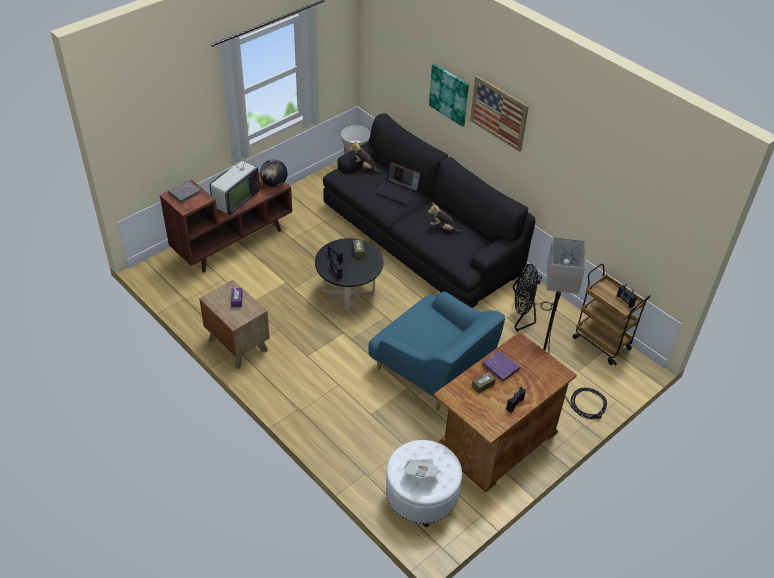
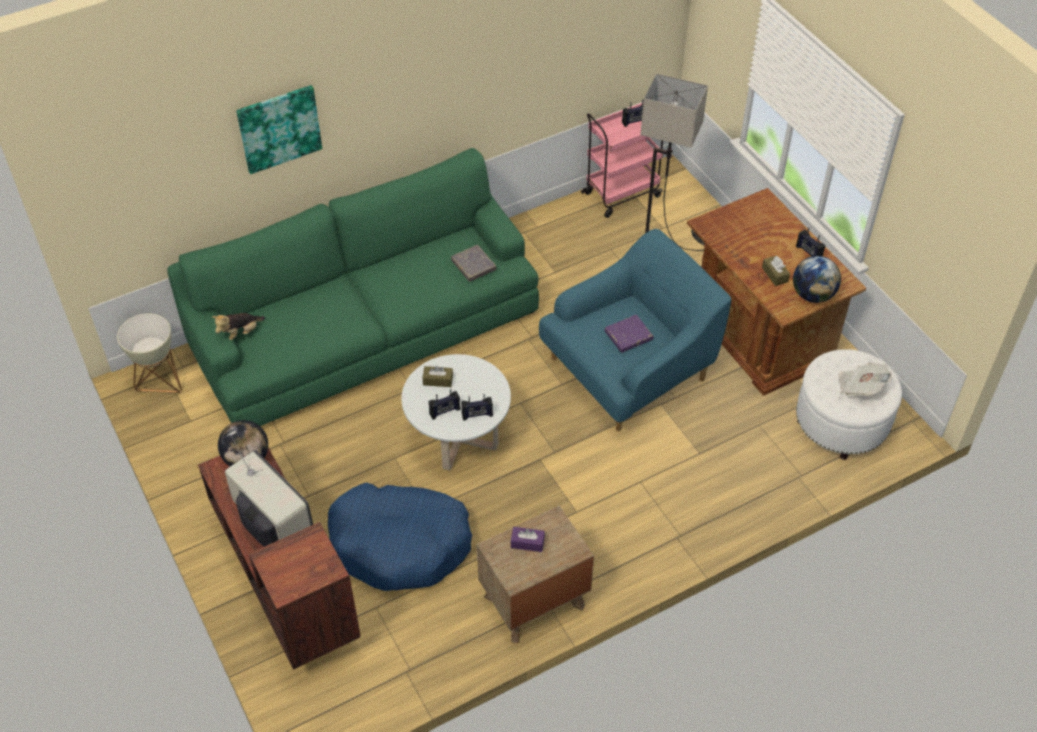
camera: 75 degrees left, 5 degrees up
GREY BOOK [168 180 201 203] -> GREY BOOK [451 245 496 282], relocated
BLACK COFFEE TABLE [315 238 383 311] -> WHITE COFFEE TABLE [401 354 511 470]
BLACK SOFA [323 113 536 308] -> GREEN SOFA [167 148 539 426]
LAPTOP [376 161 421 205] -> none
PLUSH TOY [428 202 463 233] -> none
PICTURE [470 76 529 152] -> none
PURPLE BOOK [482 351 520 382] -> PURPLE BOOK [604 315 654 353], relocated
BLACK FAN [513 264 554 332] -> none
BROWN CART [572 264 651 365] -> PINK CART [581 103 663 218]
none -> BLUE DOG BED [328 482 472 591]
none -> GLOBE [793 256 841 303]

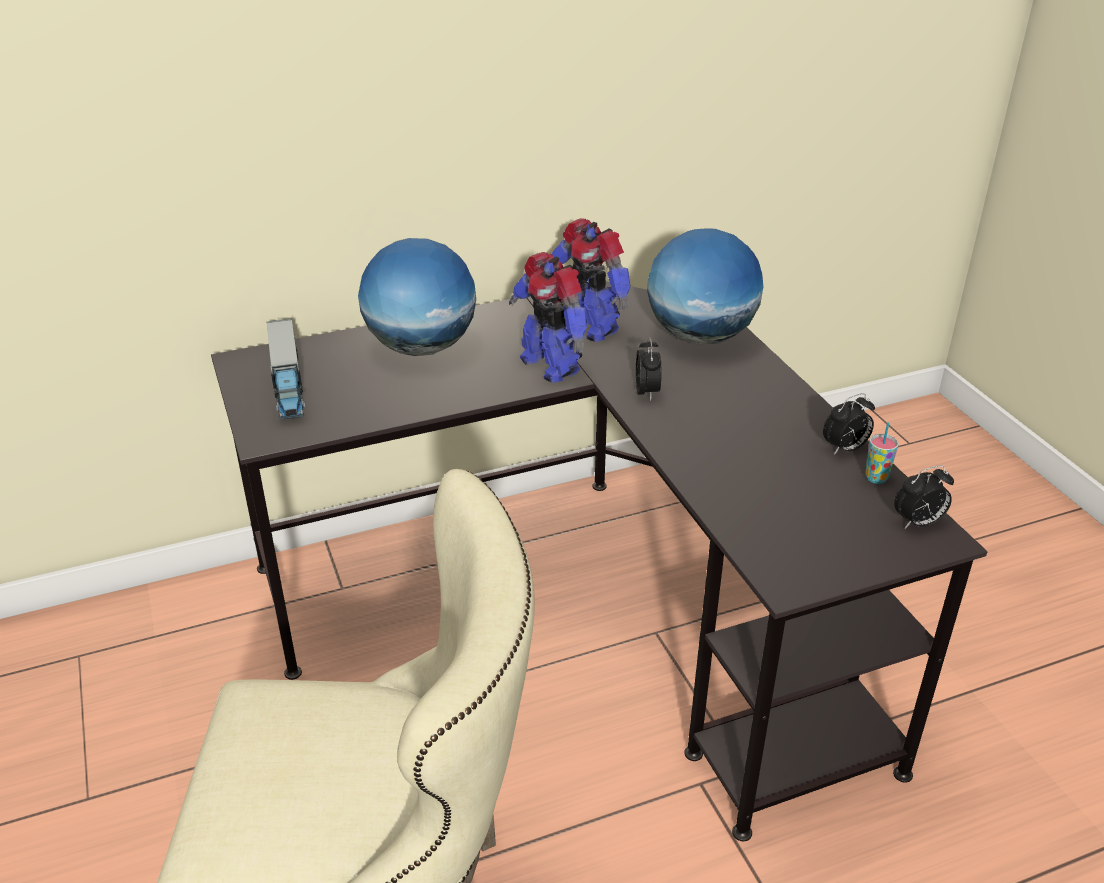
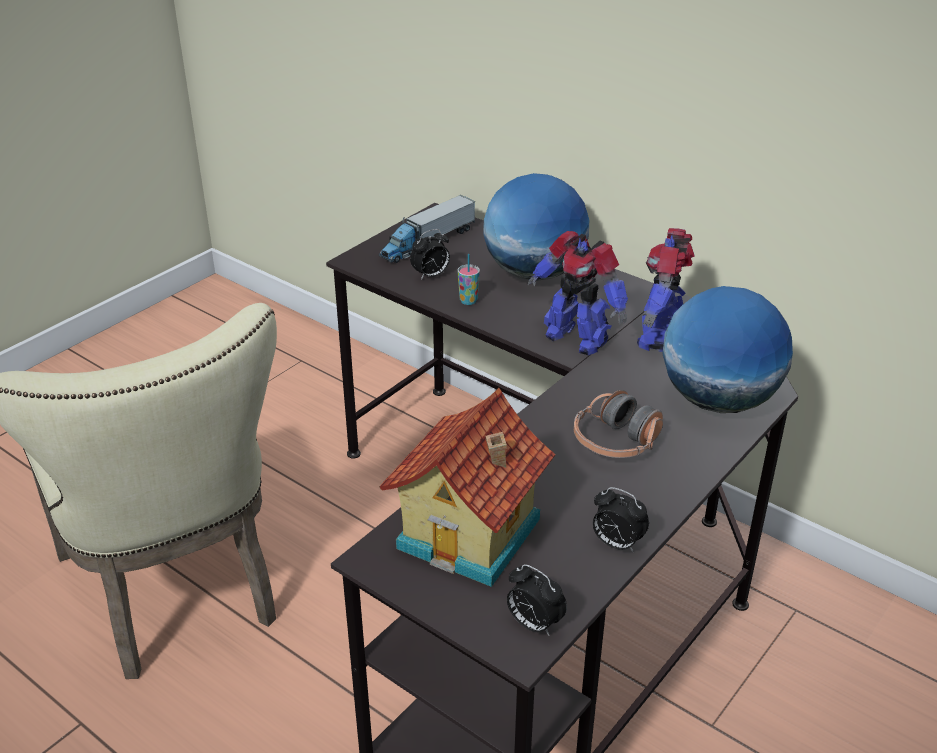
camera: 60 degrees right, 0 degrees up
TOY ROBOT [509 252 587 383] -> TOY ROBOT [528 231 628 355], 75 degrees counterclockwise
ALARM CLOCK [636 337 661 401] -> ALARM CLOCK [410 229 450 280], relocated
CUP [865 422 899 484] -> CUP [457 254 480 305], relocated
none -> TOY HOUSE [379 388 555 587]
none -> HEADPHONES [574 390 663 458]

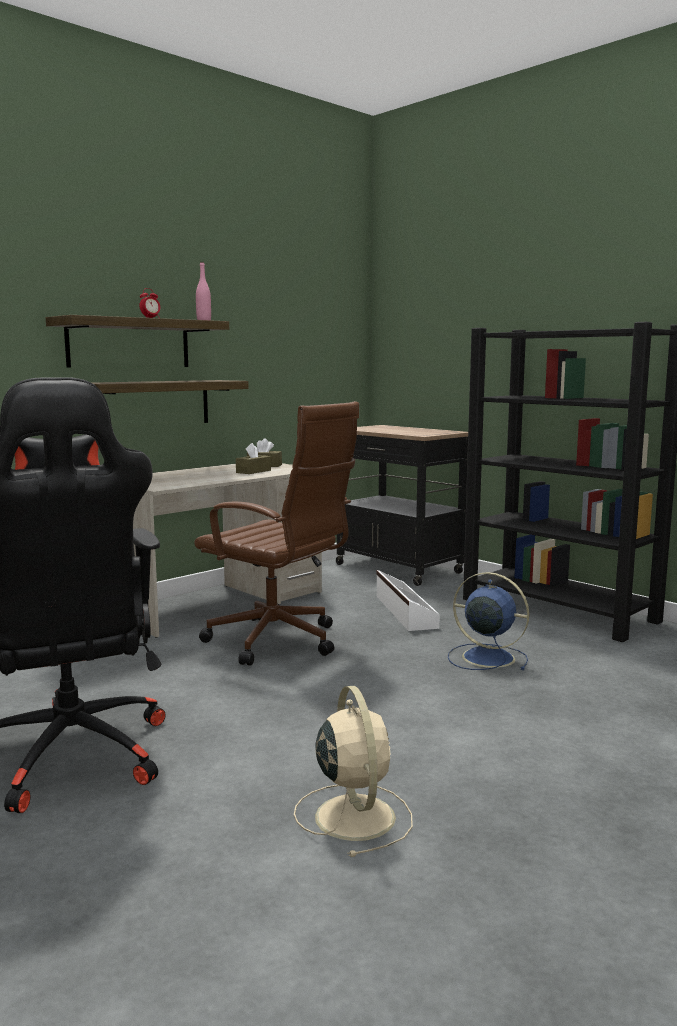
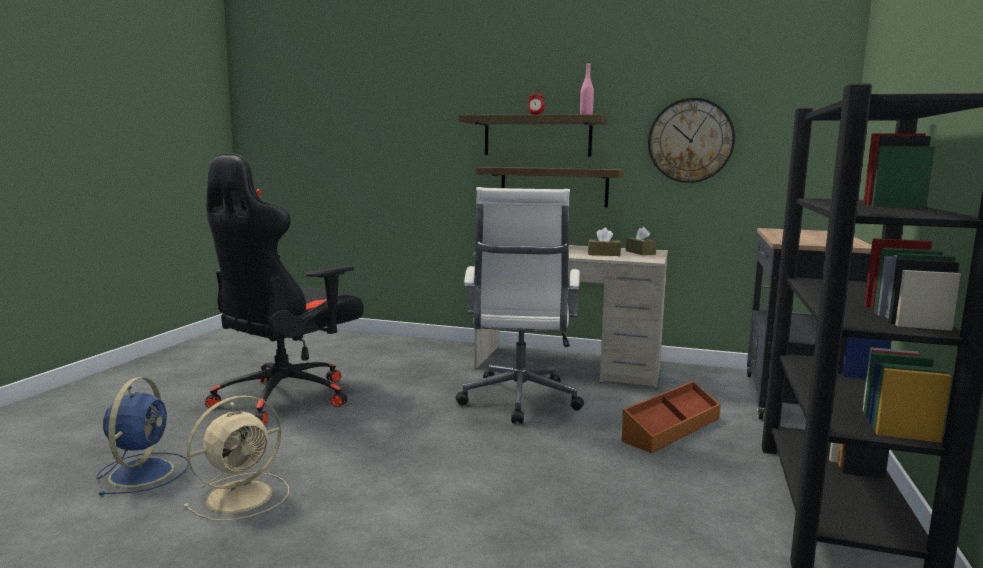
camera: 60 degrees right, 0 degrees up
BROWN OFFICE CHAIR [194 401 359 666] -> WHITE OFFICE CHAIR [455 187 584 424]
WHITE STORAGE BOX [376 570 440 631] -> BROWN STORAGE BOX [621 381 721 453]
BLUE FAN [448 572 529 670] -> BLUE FAN [96 377 189 495], relocated
none -> WALL CLOCK [648 98 735 183]

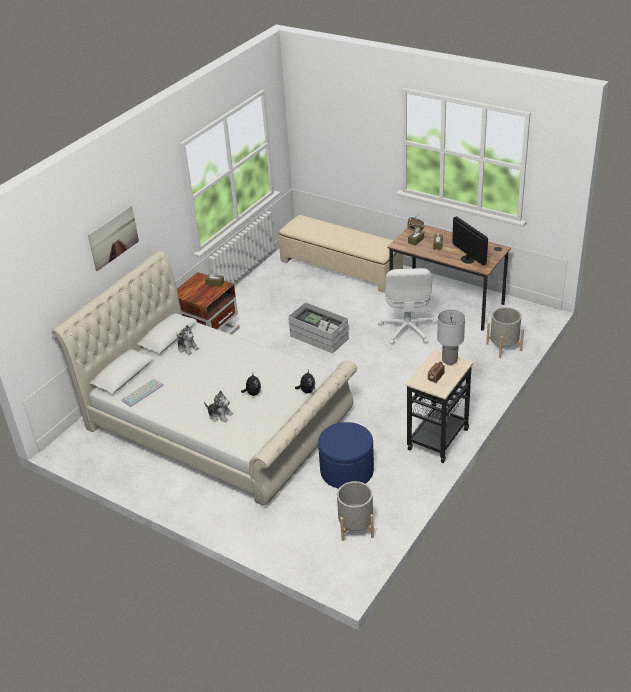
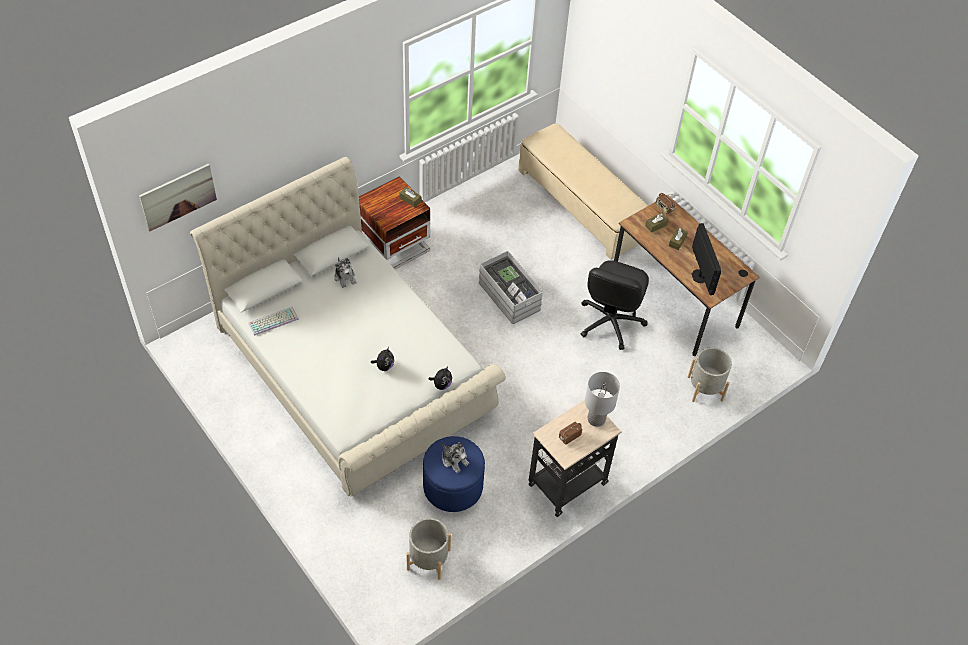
camera: 15 degrees right, 15 degrees up
PICTURE [88 205 139 271] -> PICTURE [139 163 217 231], relocated
PLUSH TOY [204 391 233 422] -> PLUSH TOY [441 441 469 473], relocated
WHITE OFFICE CHAIR [378 268 436 345] -> BLACK OFFICE CHAIR [581 260 649 350]

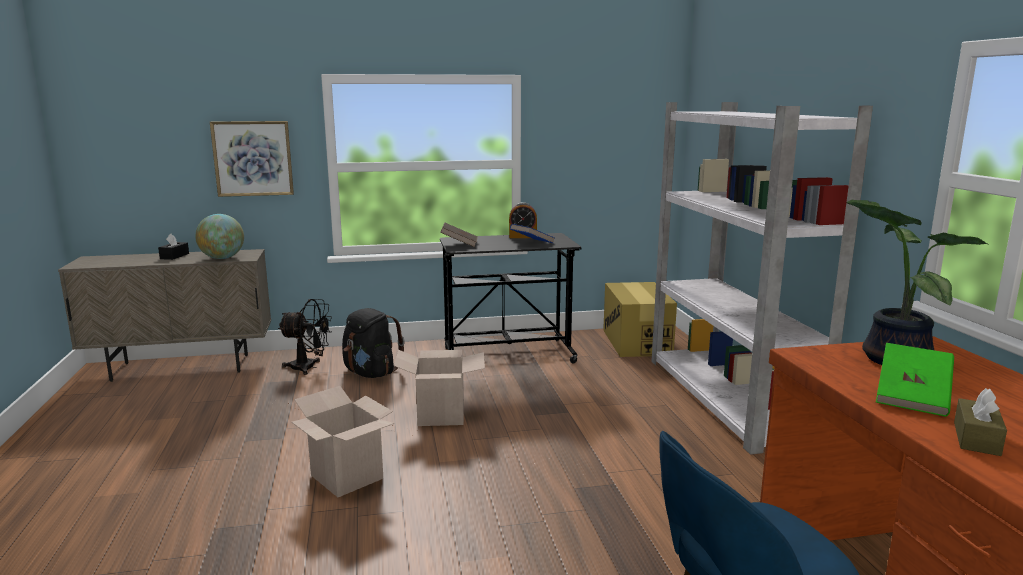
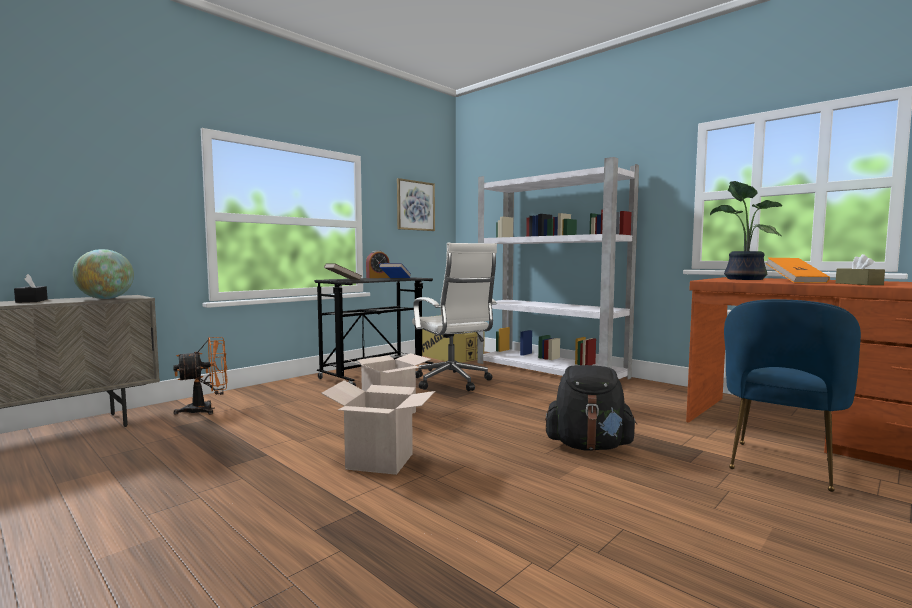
camera: 35 degrees left, 10 degrees down
PICTURE [210 121 294 197] -> PICTURE [397 178 435 231], relocated
BLACK FAN [278 299 332 375] -> ORANGE FAN [173 337 228 415]
BLACK BACKPACK [342 308 405 378] -> BLACK BACKPACK [545 365 637 451], relocated
GREEN BOOK [876 343 954 417] -> ORANGE BOOK [765 258 830 283]
none -> WHITE OFFICE CHAIR [412 242 497 391]

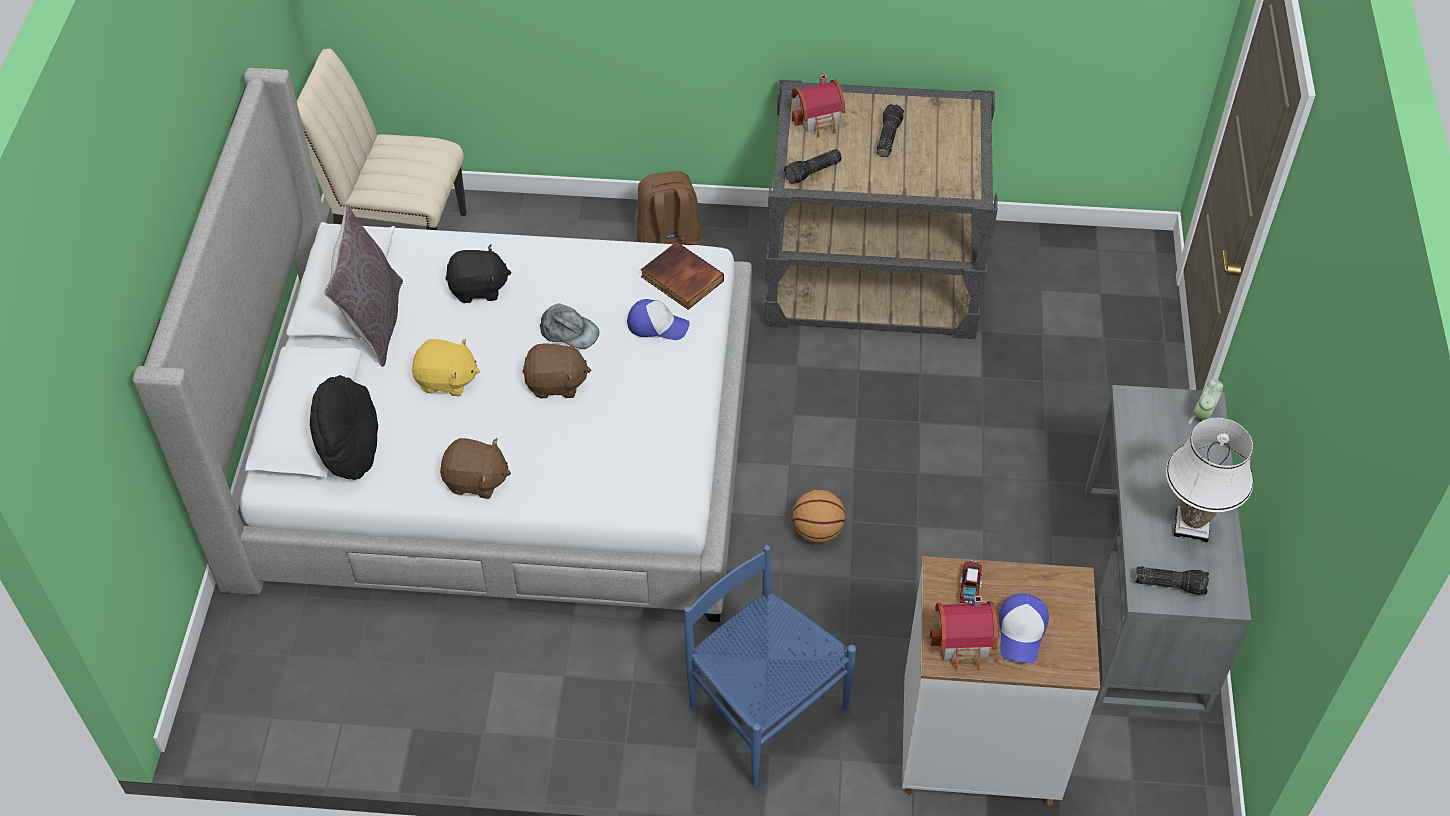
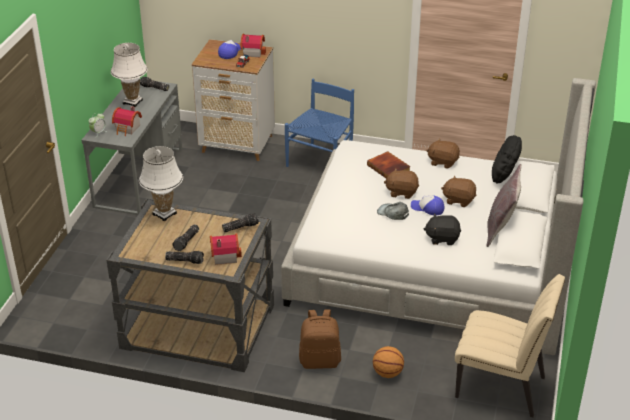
camera: 170 degrees left, 15 degrees down
YELLOW PLUSH TOY [412 338 480 396] -> BROWN PLUSH TOY [441 175 476 207]
CAP [627 299 690 340] -> CAP [411 195 445 216], relocated
BOOK [641 242 724 310] -> BOOK [367 151 410 179], relocated
BLUE CHAIR [684 545 856 786] -> BLUE CHAIR [285 79 354 167], 120 degrees counterclockwise
BASKETBALL [792 489 846 543] -> BASKETBALL [373 346 404 378], relocated
none -> TOY HOUSE [112 106 142 136]
none -> WHITE TABLE LAMP [139 146 183 222]
none -> FLASHLIGHT [165 251 204 264]

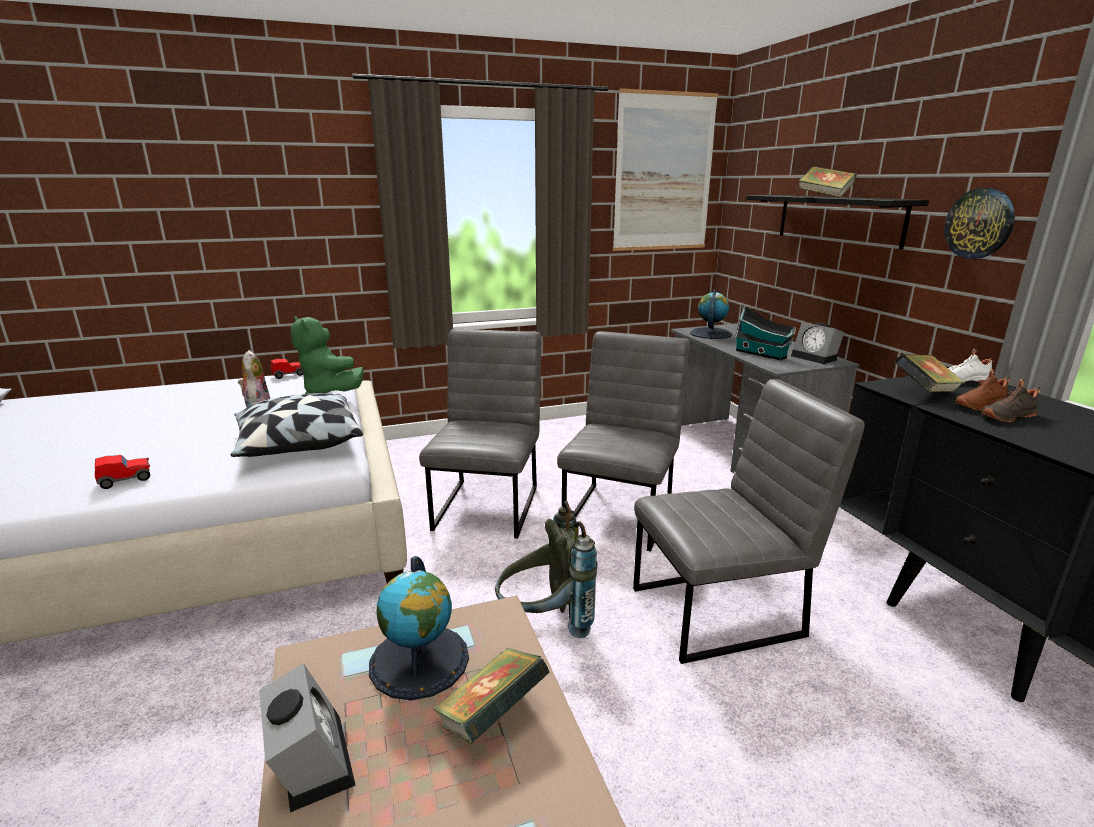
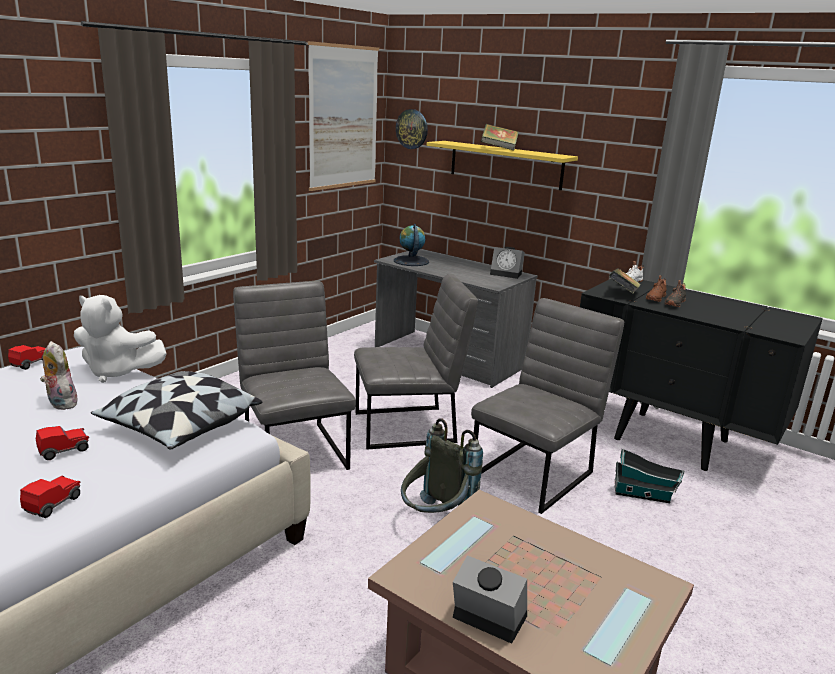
camera: 35 degrees left, 0 degrees up
GREEN PLUSH TOY [291 316 364 394] -> WHITE PLUSH TOY [74 295 167 383]
GLOBE [369 556 469 700] -> none
BOOK [433 648 549 744] -> none
GREY CHAIR [557 331 690 552] -> GREY CHAIR [354 274 478 449], 90 degrees clockwise
TOY HOUSE [735 306 796 361] -> TOY HOUSE [614 448 685 503], relocated
BLACK SHELF [746 195 929 250] -> YELLOW SHELF [427 141 578 190]
WALL CLOCK [944 188 1015 259] -> WALL CLOCK [396 109 428 149], relocated
none -> TOY CAR [36 426 89 460]

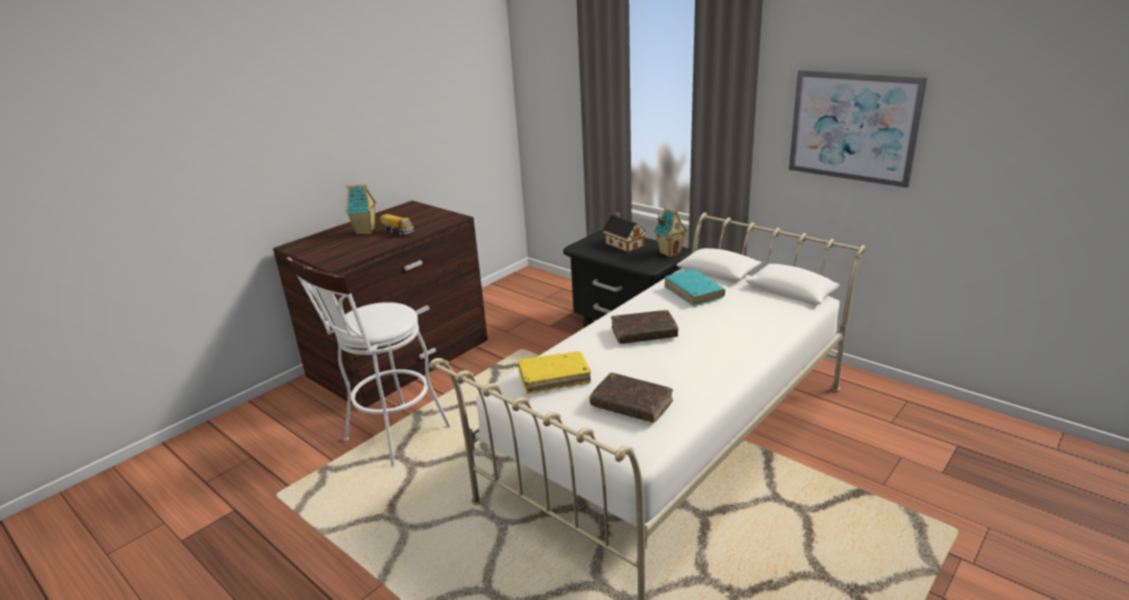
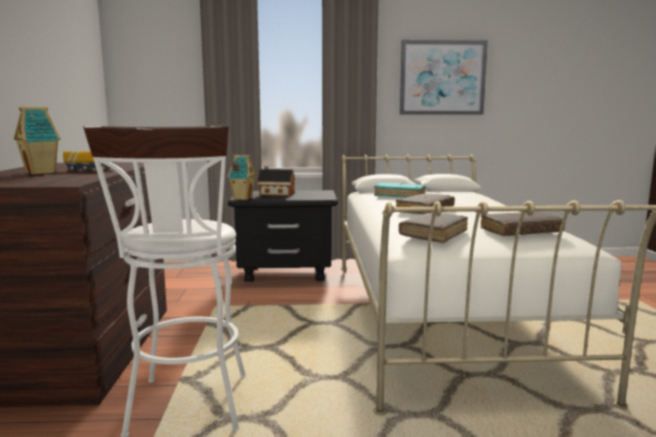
camera: 45 degrees left, 15 degrees down
YELLOW BOOK [518 351 591 394] -> BROWN BOOK [399 213 468 243]
TOY HOUSE [653 207 688 257] -> TOY HOUSE [227 155 257 200], relocated

